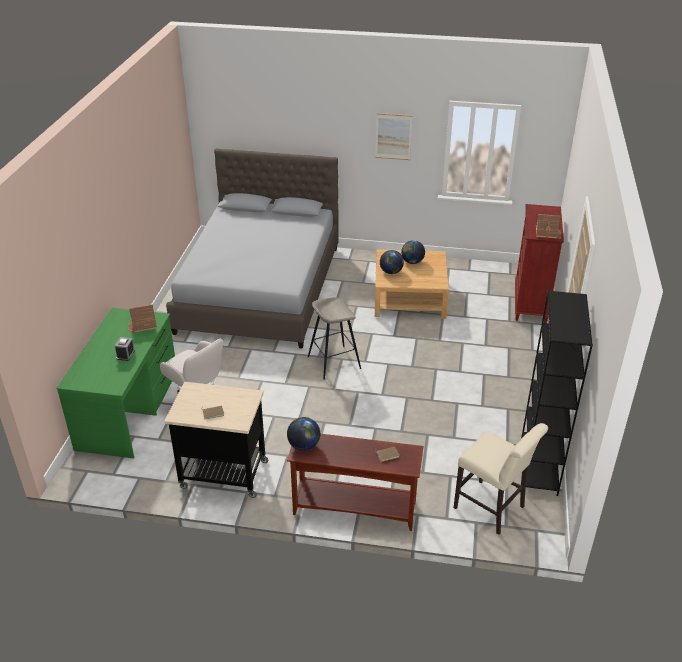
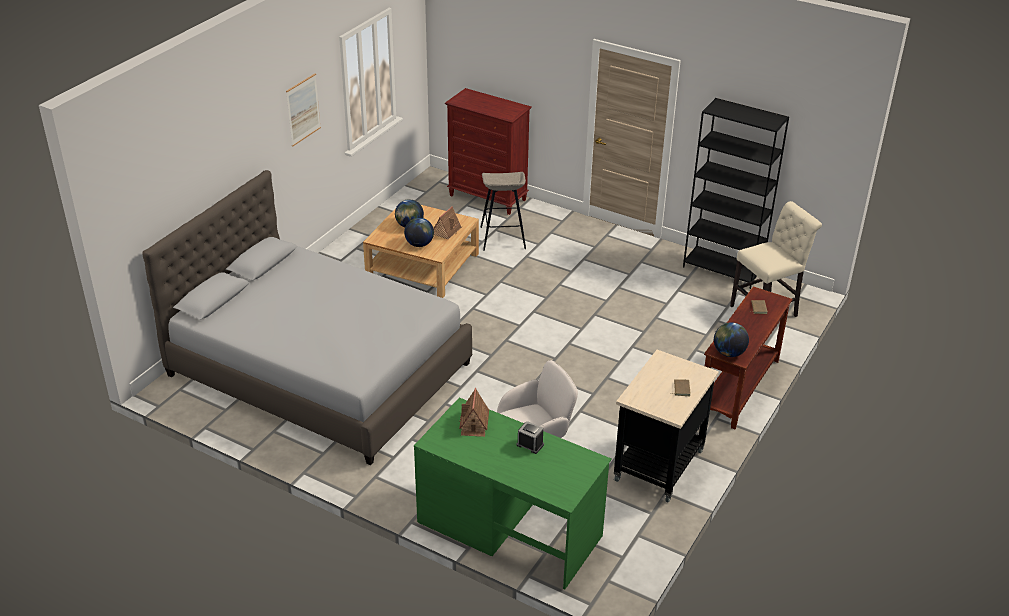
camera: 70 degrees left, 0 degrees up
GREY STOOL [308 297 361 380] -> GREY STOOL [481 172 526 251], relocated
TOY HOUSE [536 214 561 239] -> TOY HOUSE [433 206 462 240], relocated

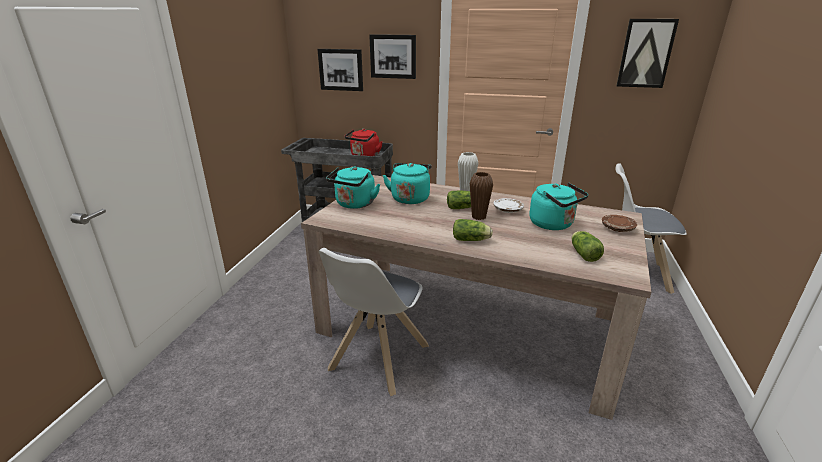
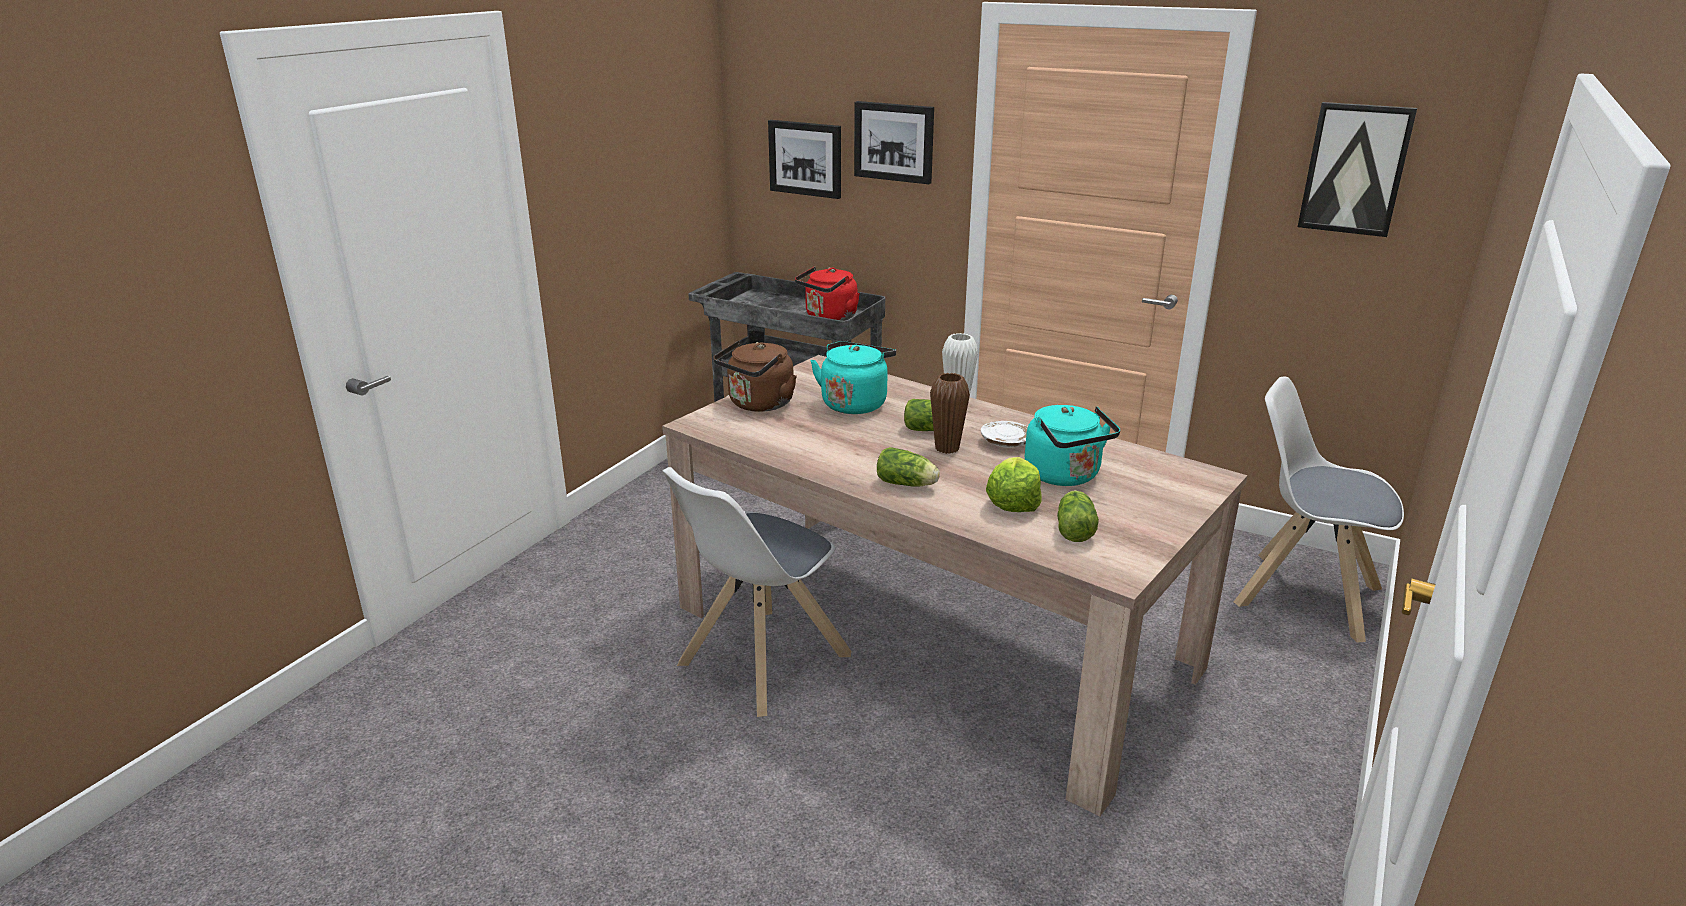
camera: 15 degrees right, 0 degrees up
TURQUOISE KETTLE [326 166 380 209] -> BROWN KETTLE [713 341 797 412]
BROWN PLATE [602 215 637 232] -> none
none -> LETTUCE [986 457 1042 512]

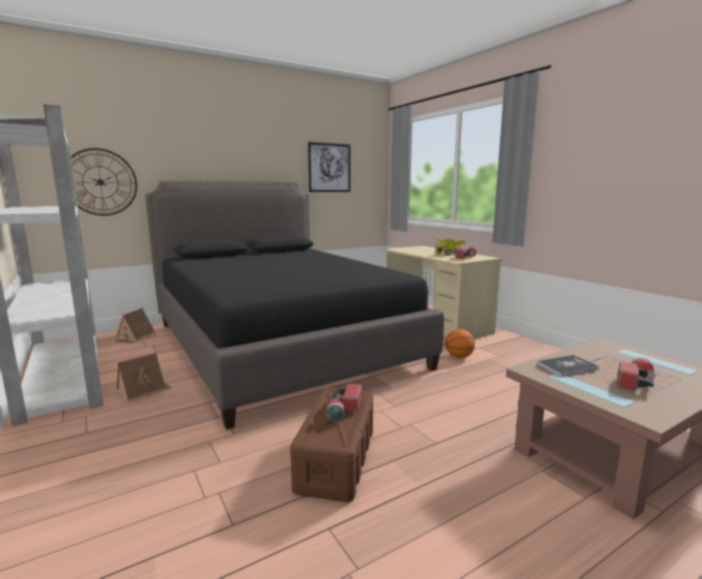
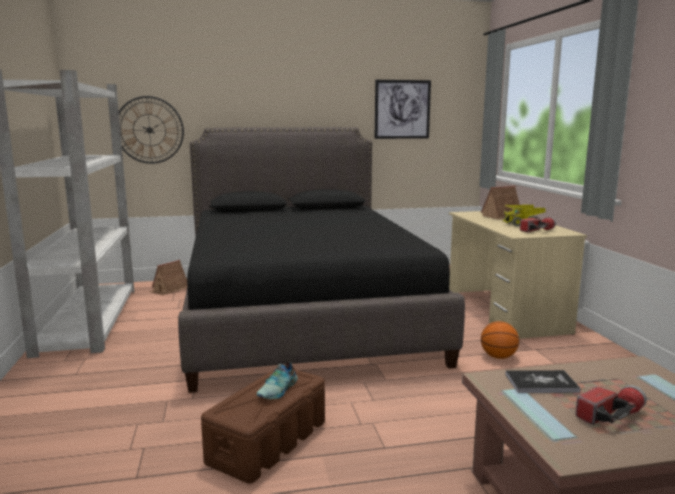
camera: 20 degrees right, 0 degrees up
TOY HOUSE [117 353 171 401] -> TOY HOUSE [481 186 520 220], relocated
FLASHLIGHT [326 384 362 422] -> SHOE [257 362 298 400]

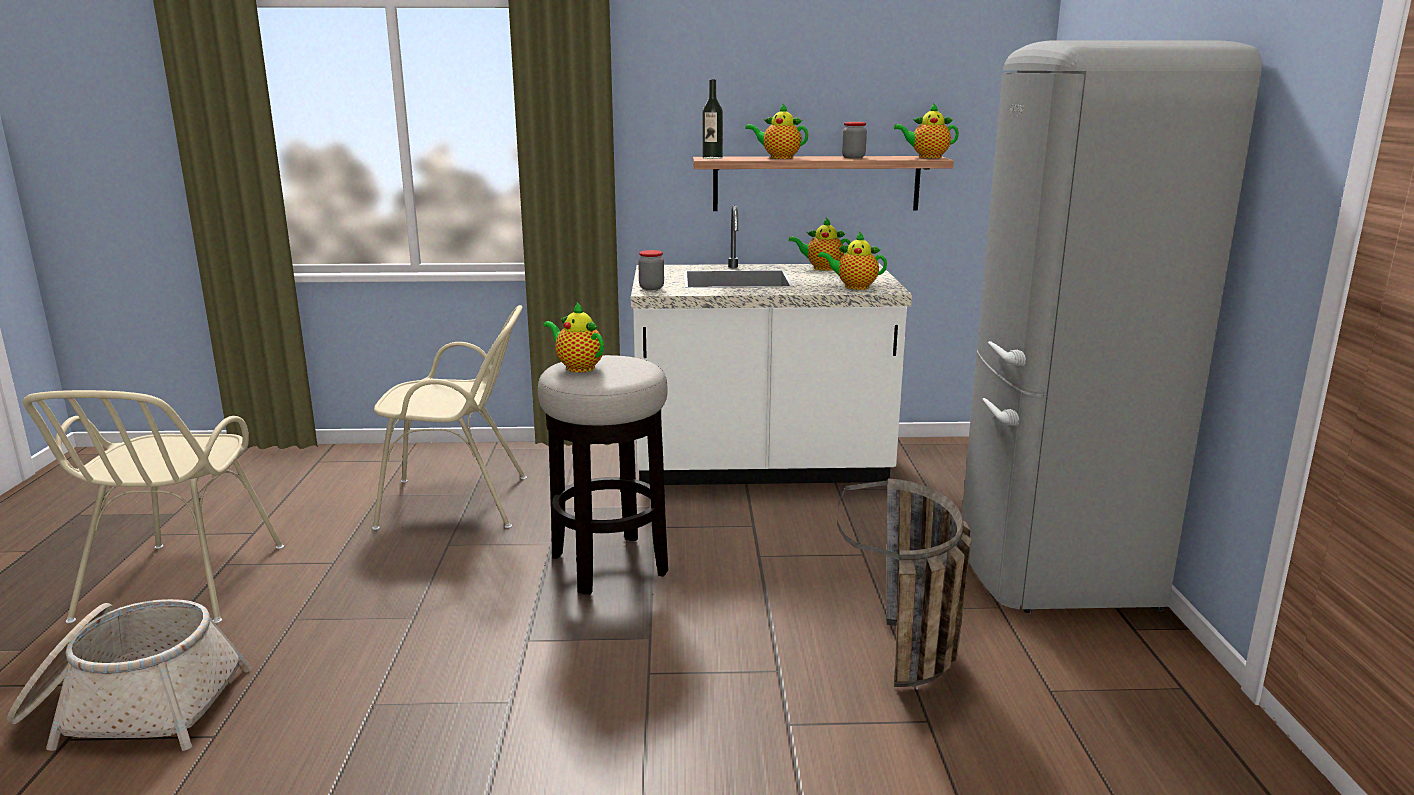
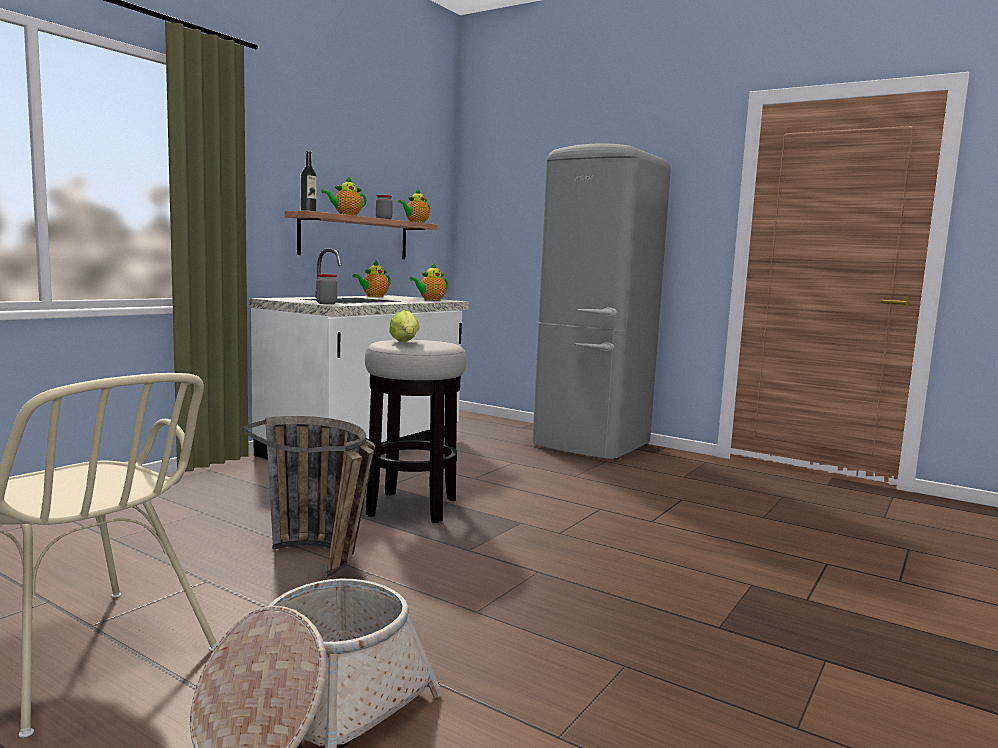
camera: 55 degrees left, 10 degrees down
BEIGE CHAIR [372 305 527 530] -> none
TEAPOT [543 303 604 372] -> LETTUCE [389 310 420 342]
BASKET [837 478 972 687] -> BASKET [242 416 375 578], relocated

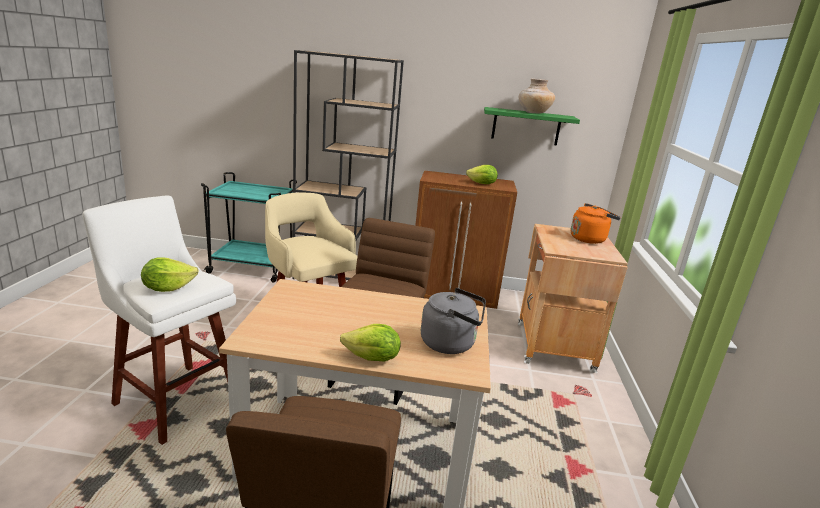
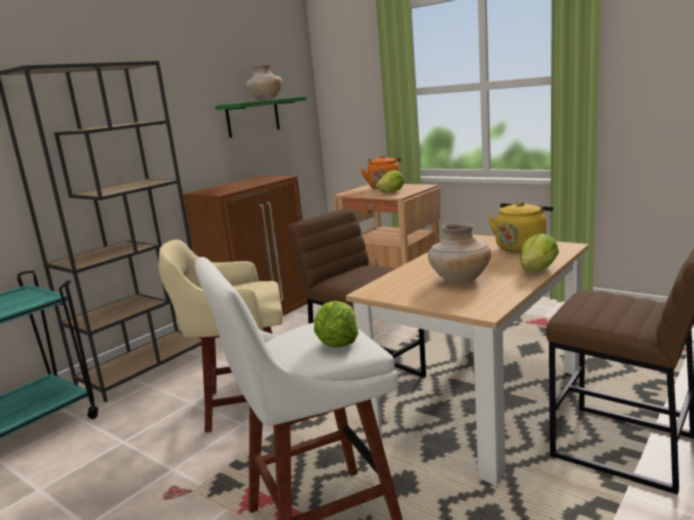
camera: 55 degrees left, 5 degrees down
GREY KETTLE [421 288 486 354] -> YELLOW KETTLE [488 202 553 253]
LETTUCE [466 165 498 184] -> LETTUCE [376 170 404 193], relocated
none -> BEIGE VASE [428 222 491 283]

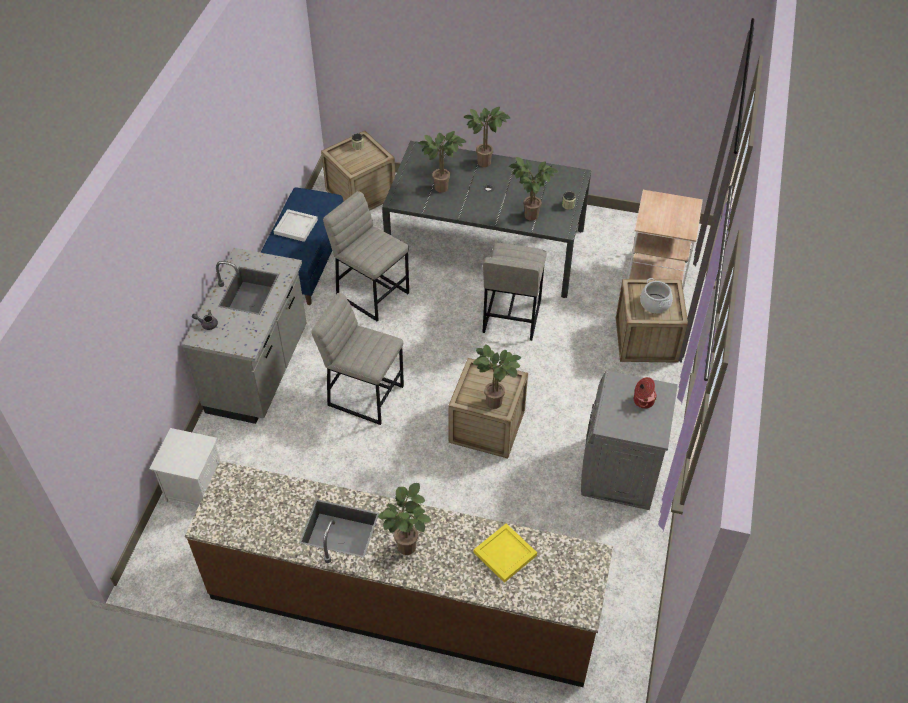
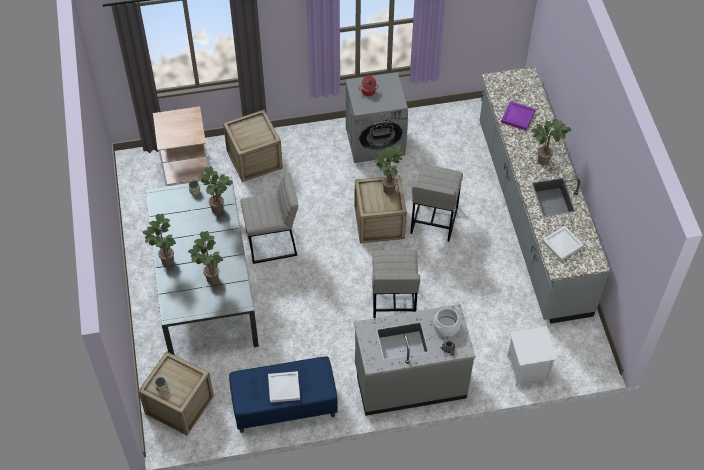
camera: 115 degrees left, 5 degrees up
BROWN COUNTER [185 461 613 687] -> GREY COUNTER [479 67 610 324]
GREY CHAIR [323 191 409 321] -> GREY CHAIR [410 165 463 242], relocated
YELLOW TRAY [474 523 537 583] -> PURPLE TRAY [501 101 536 131]
COOKING POT [640 278 673 313] -> COOKING POT [433 307 461 336], relocated
none -> WHITE TRAY [542 226 584 261]

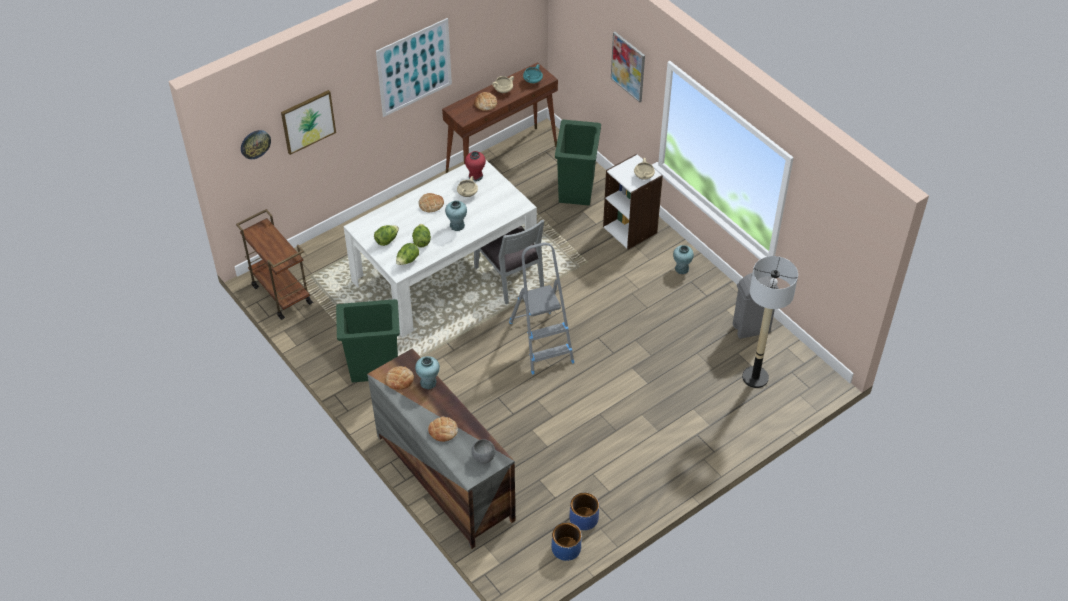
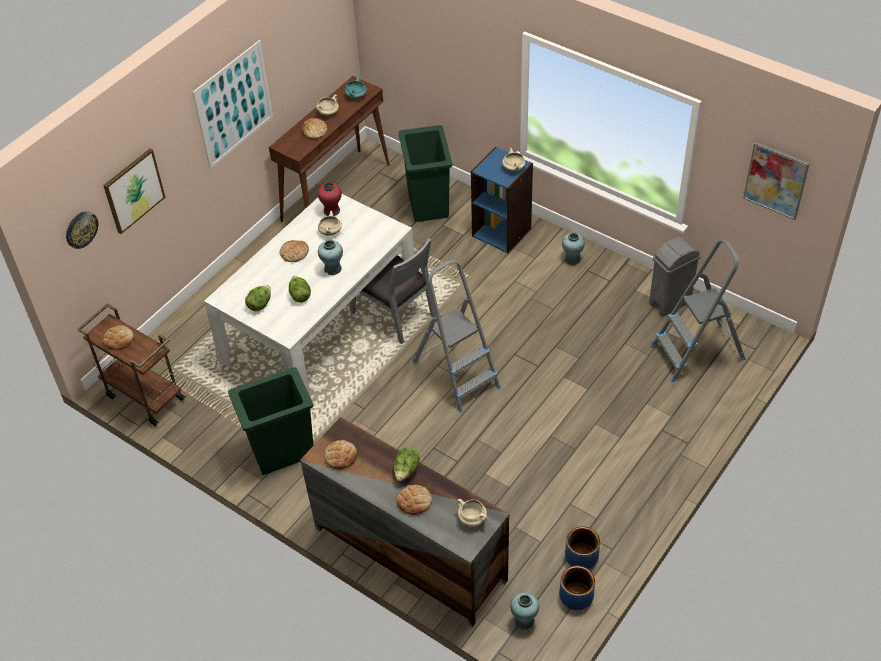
camera: 15 degrees left, 0 degrees up
LETTUCE [396 243 419 265] -> LETTUCE [393 448 420 481], relocated
TURQUOISE VASE [415 356 440 389] -> TURQUOISE VASE [510 592 539 629], relocated
GREY BOWL [471 439 495 464] -> BEIGE COOKING POT [457 499 487 526]
WHITE BOOKCASE [603 154 663 250] -> BLUE BOOKCASE [471 147 533 253]
PICTURE [611 32 645 102] -> PICTURE [743 142 810 220], relocated
FLOOR LAMP [742 256 798 388] -> GREY STEP LADDER [650 240 746 382]
none -> BREAD [103 326 133 350]

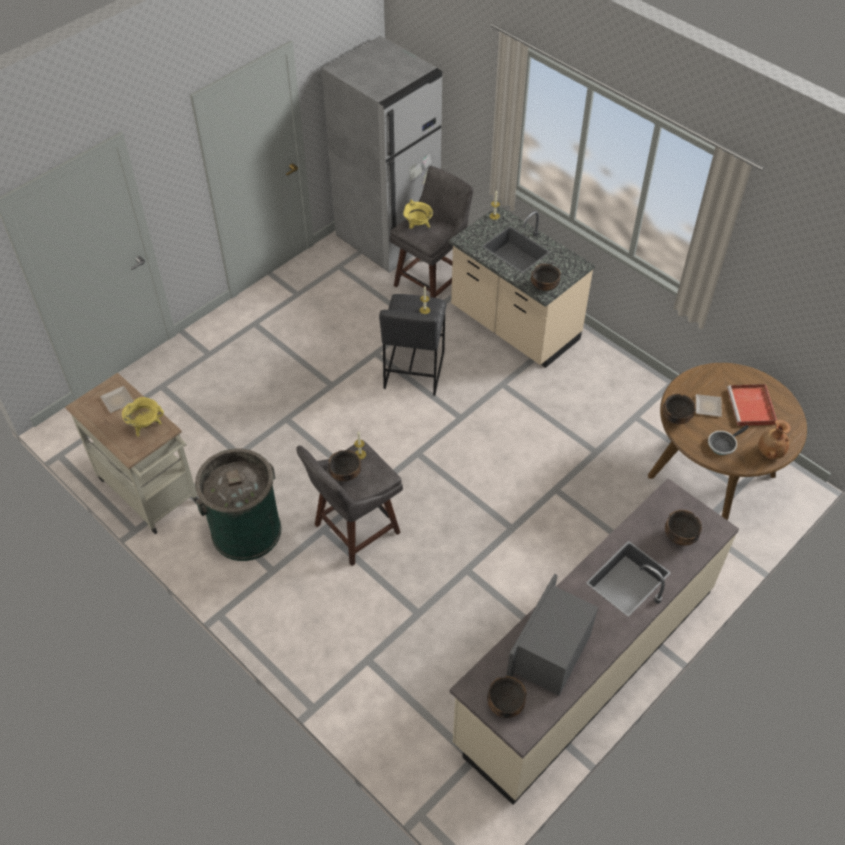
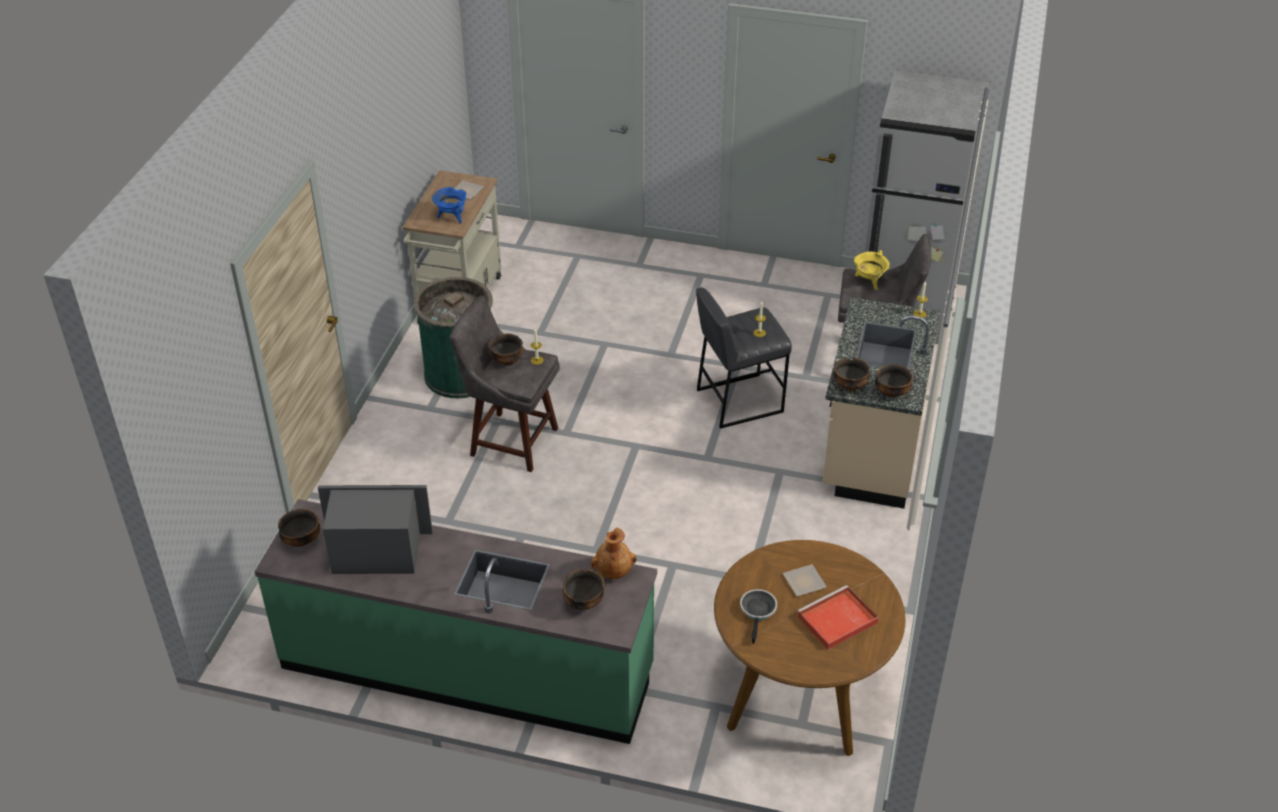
camera: 60 degrees right, 10 degrees down
YELLOW COOKING POT [122 397 164 437] -> BLUE COOKING POT [432 187 467 224]
BEIGE COUNTER [450 478 739 805] -> GREEN COUNTER [254 499 657 744]
BOWL [663 393 696 424] -> BOWL [875 364 913 398], relocated
FRYING PAN [708 425 749 455] -> FRYING PAN [740 589 777 644], 75 degrees clockwise
BROWN VASE [758 420 791 459] -> BROWN VASE [591 528 637 579], relocated

